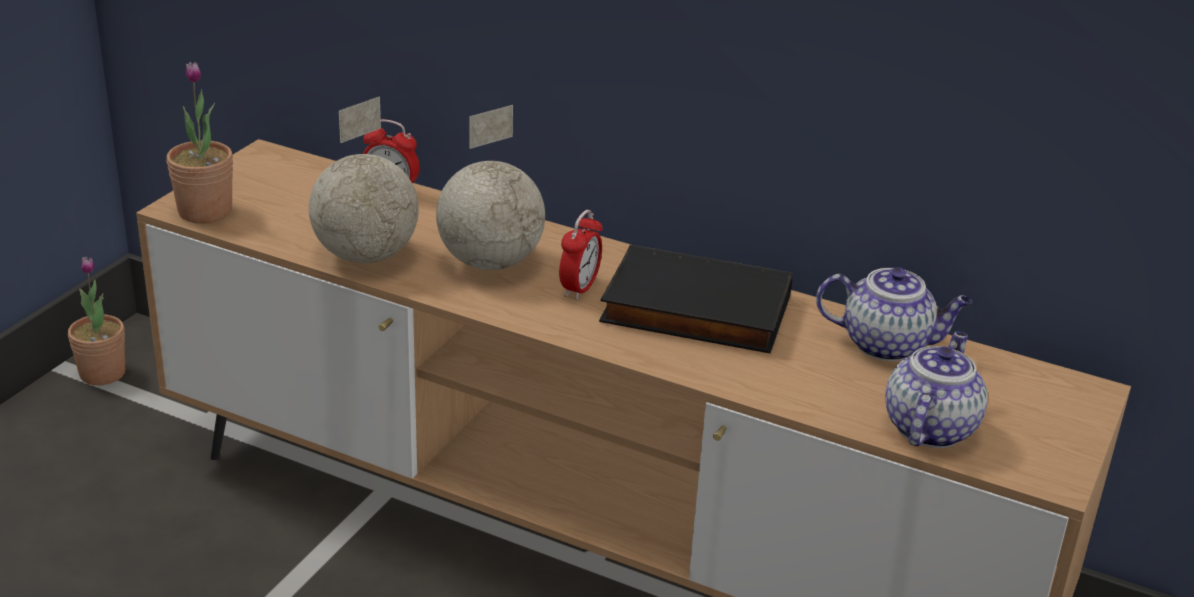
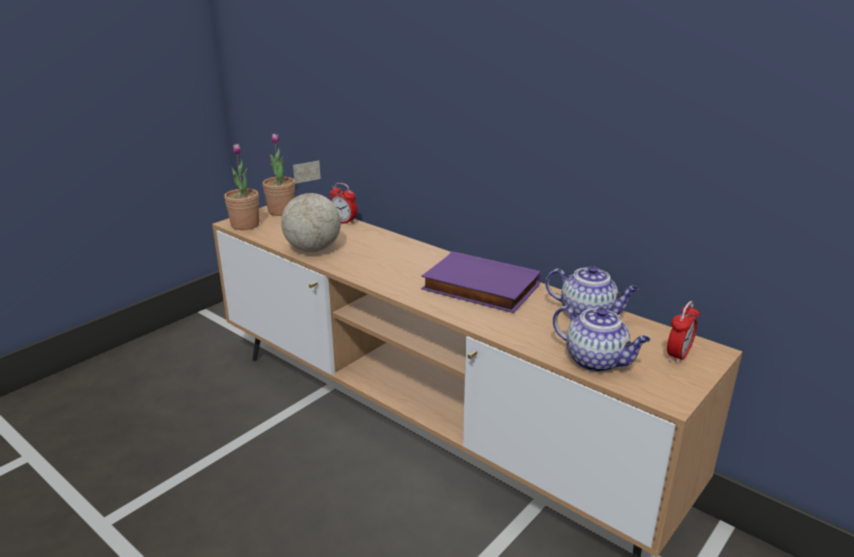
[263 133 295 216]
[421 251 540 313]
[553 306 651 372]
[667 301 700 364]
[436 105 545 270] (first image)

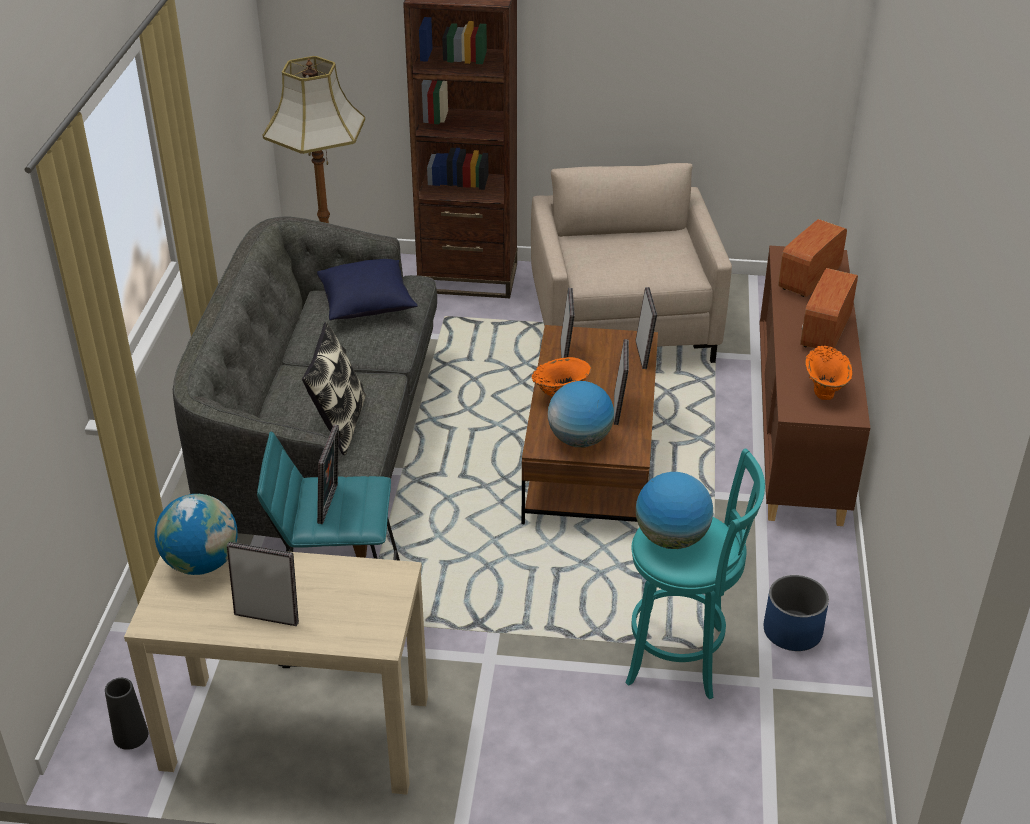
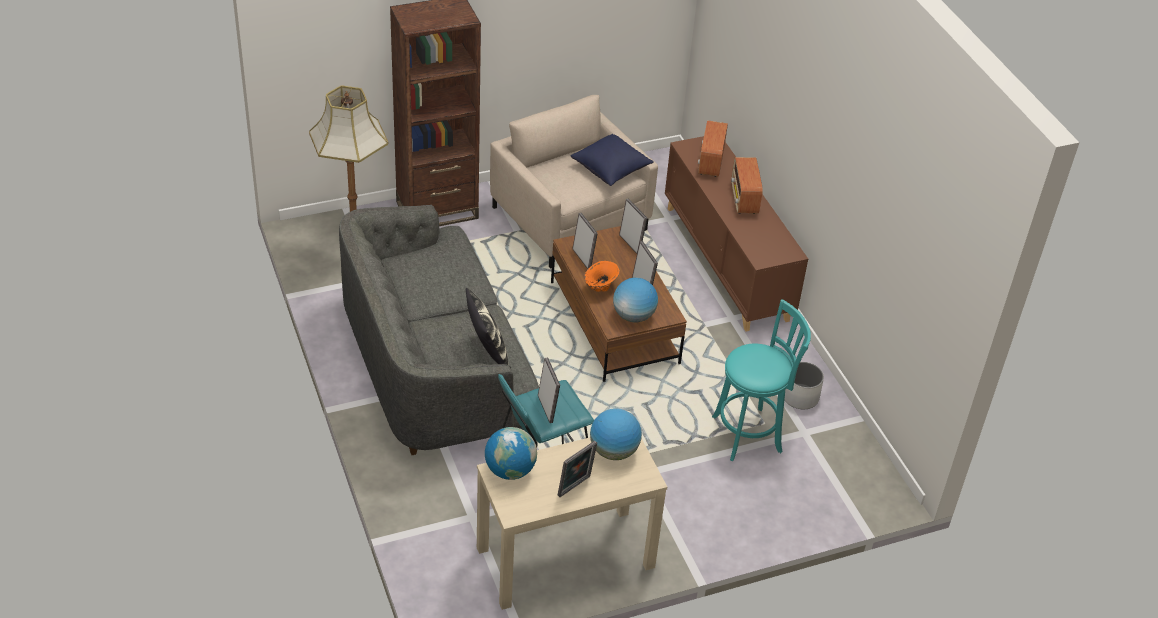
[558 441 597 497]
[571 134 654 186]
[590 408 642 460]
[784 362 824 409]
[105 678 148 750] (first image)
[805 346 853 400] (first image)

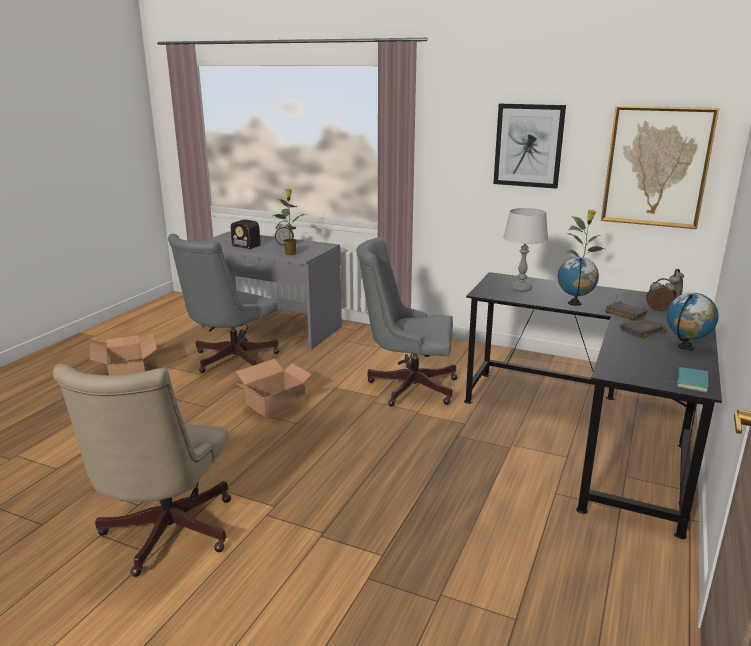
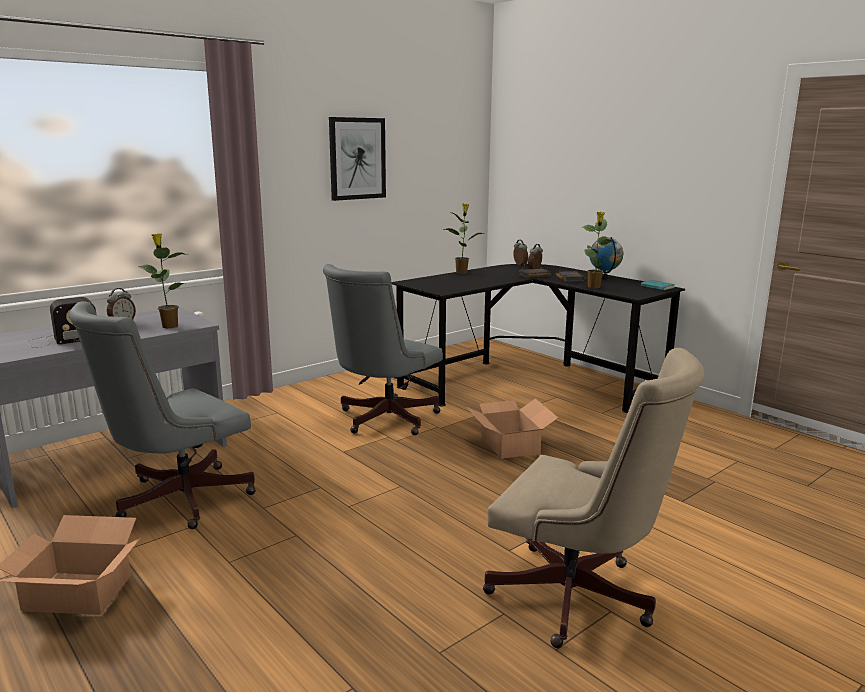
[69 301 256 529]
[466 399 558 459]
[583 212 613 288]
[503 208 548 292] (first image)
[558 257 599 306] (first image)
[601 106 719 229] (first image)

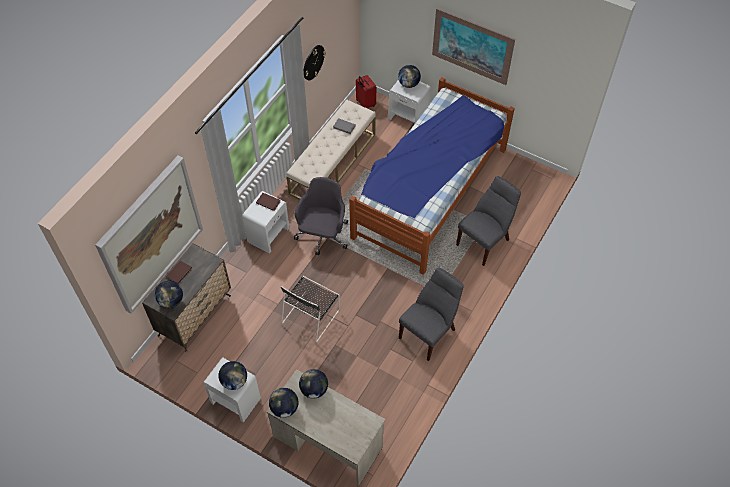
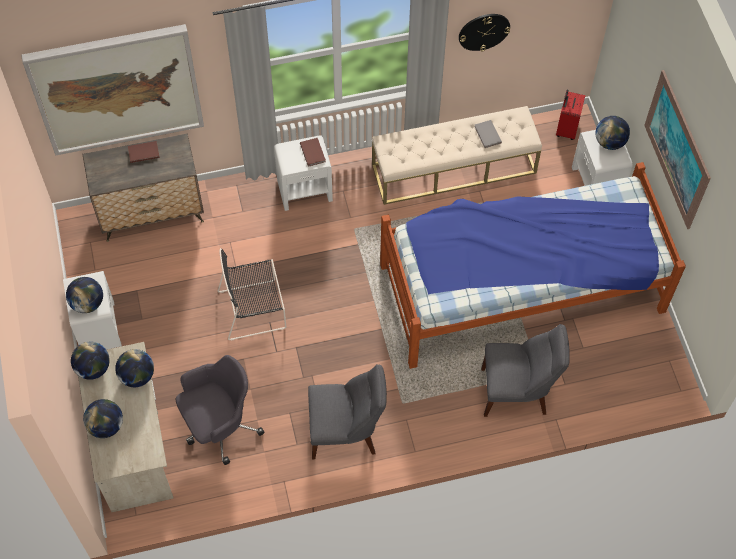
[83 399 123 438]
[176 355 264 465]

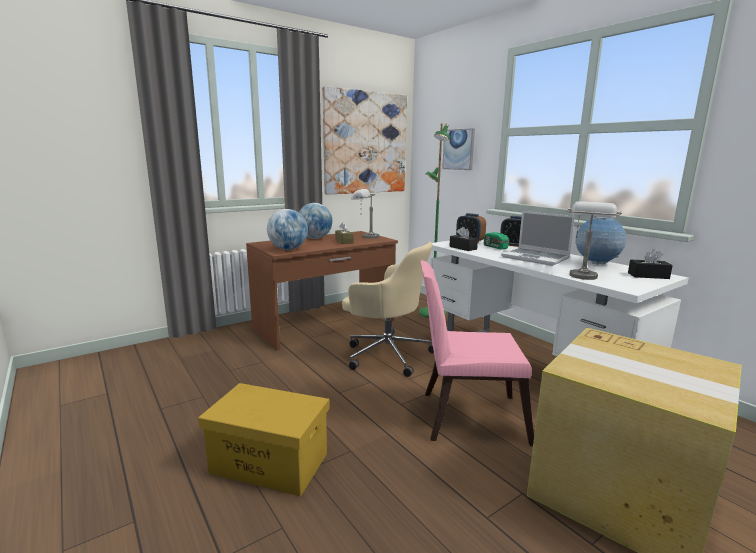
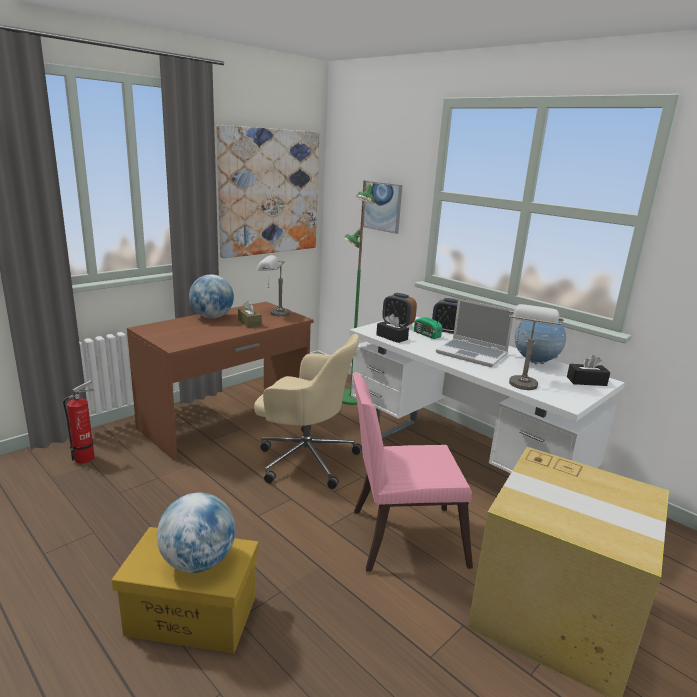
[63 380 95 464]
[157 493 235 573]

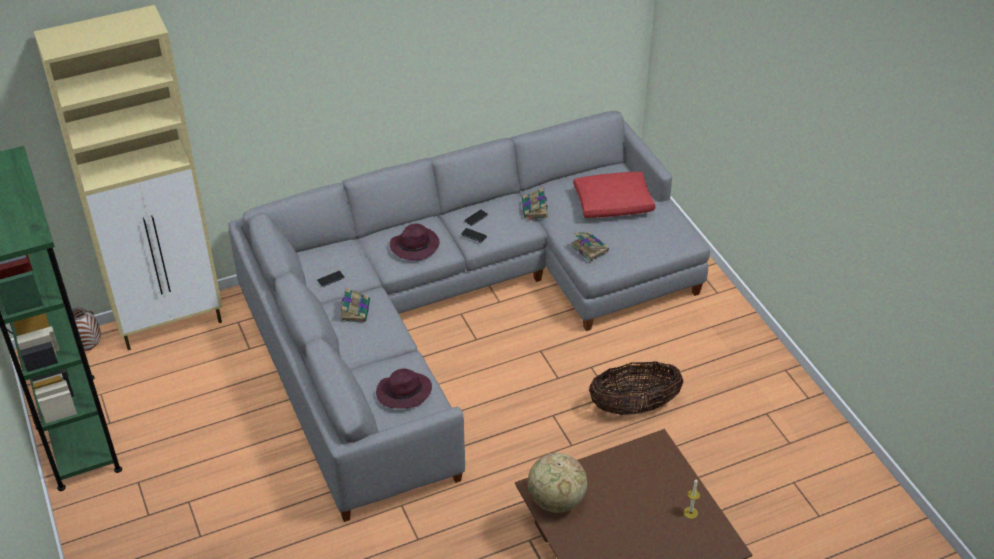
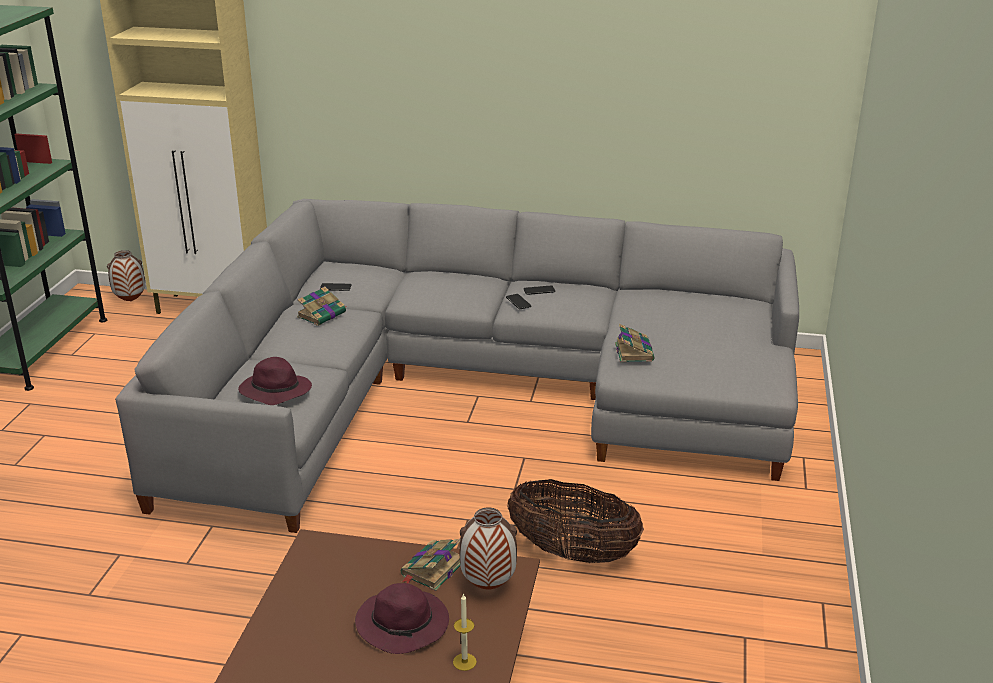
[355 583 449 654]
[401 539 461 591]
[460 508 517 590]
[527 453 587 513] (first image)
[573 172 655 218] (first image)

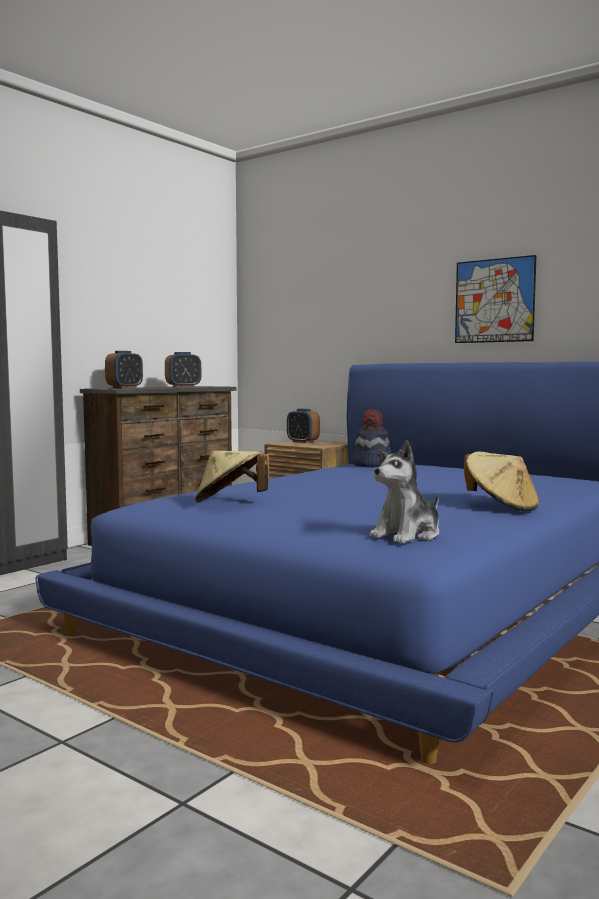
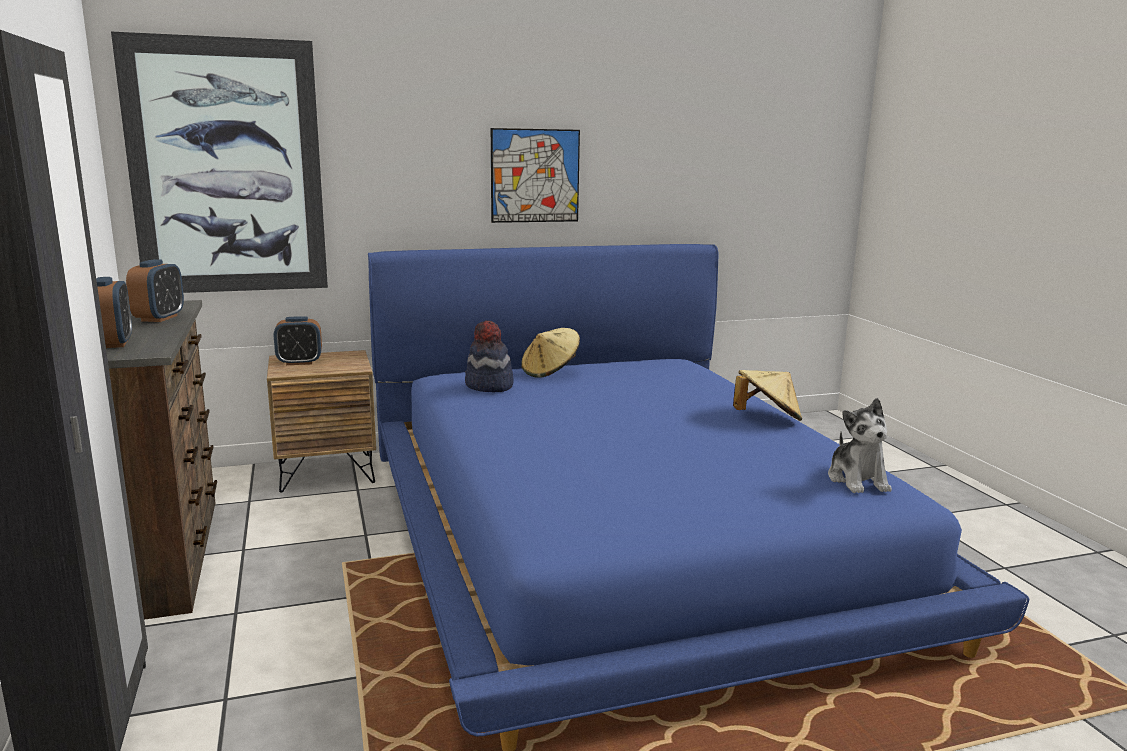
[111 32 328 293]
[521 328 580 378]

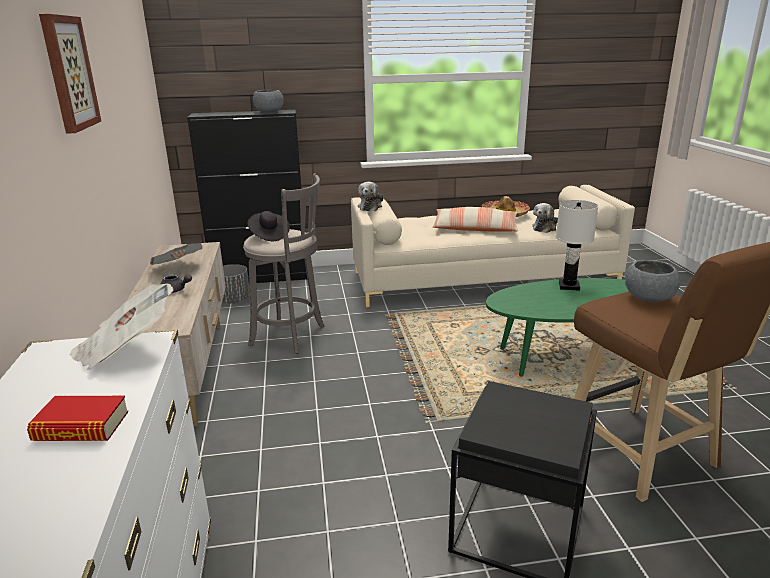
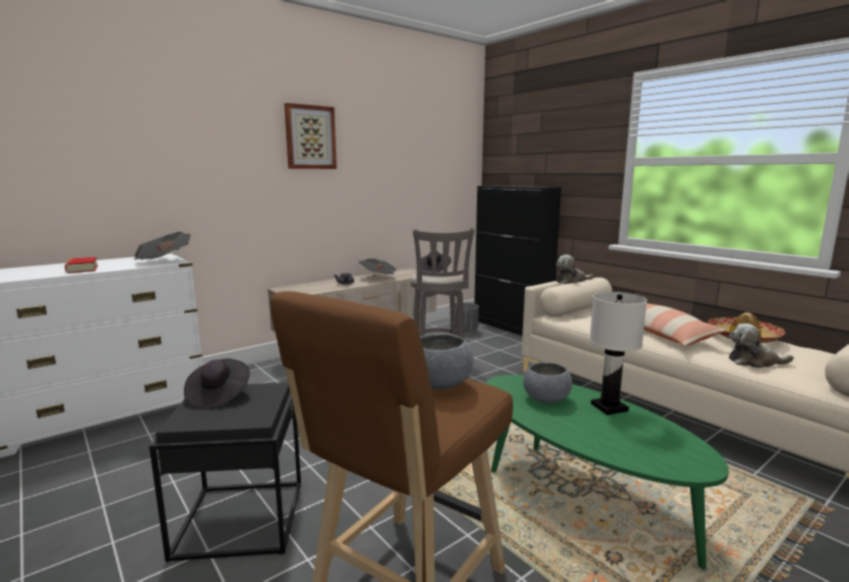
[184 359 250 410]
[523 362 573 403]

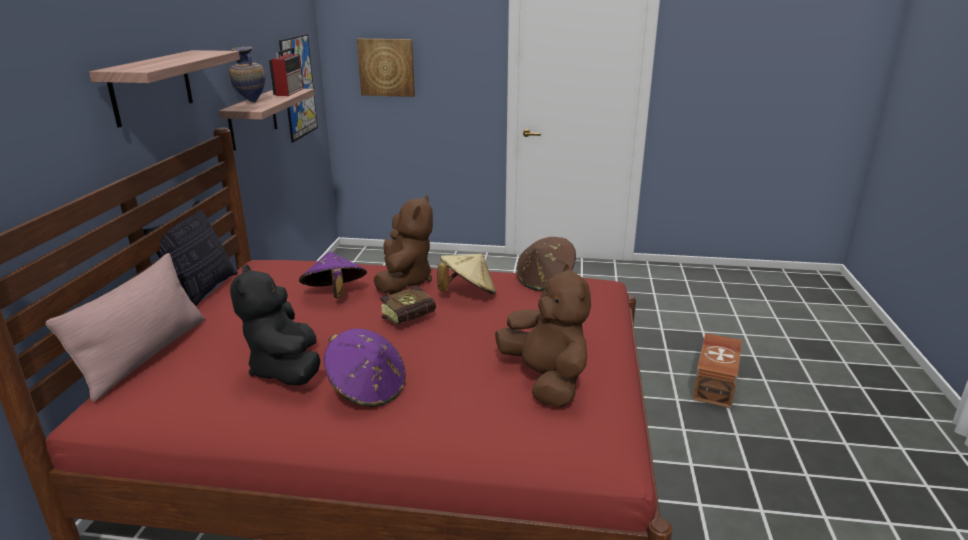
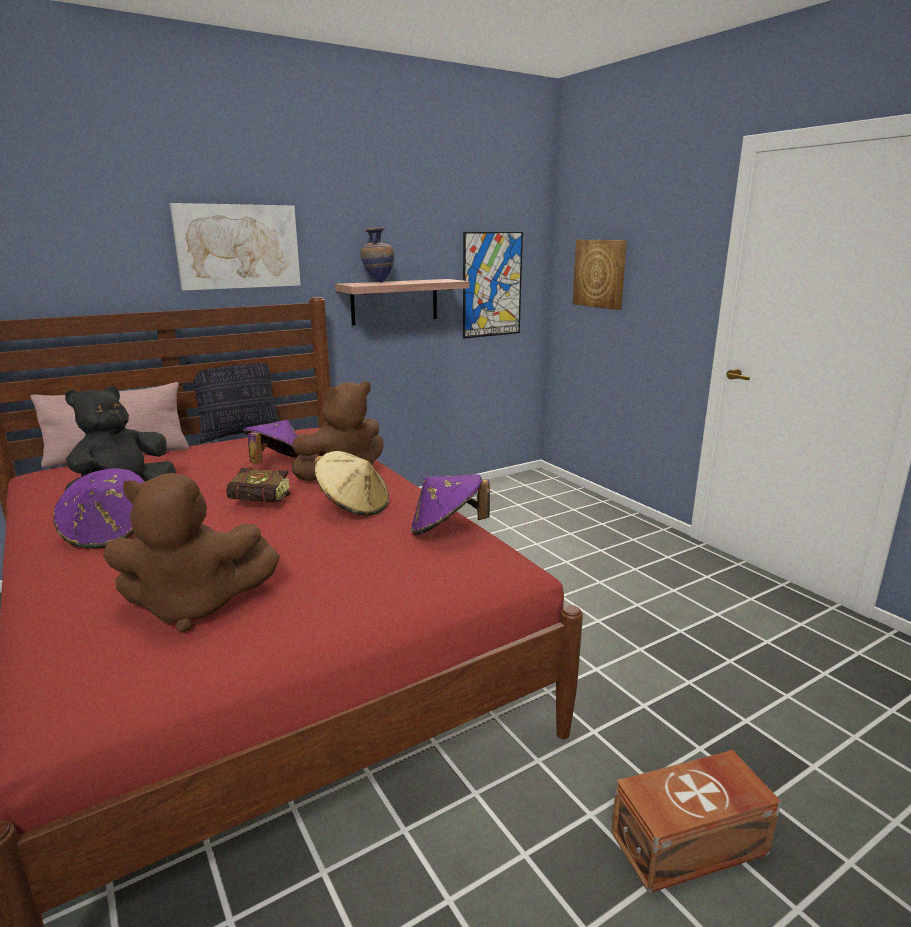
[103 473 280 632]
[170 203 301 291]
[411 474 490 535]
[269 47 304 96] (first image)

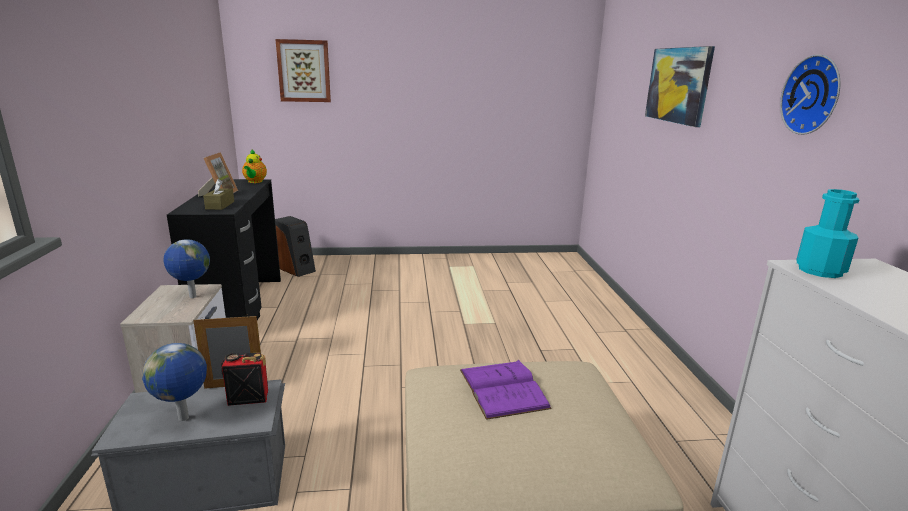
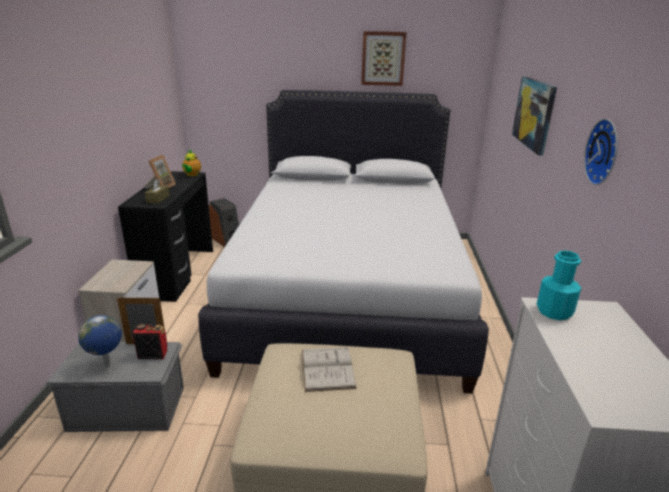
[198 90 489 394]
[302 347 357 392]
[361 31 407 86]
[163 239 210 298] (first image)

